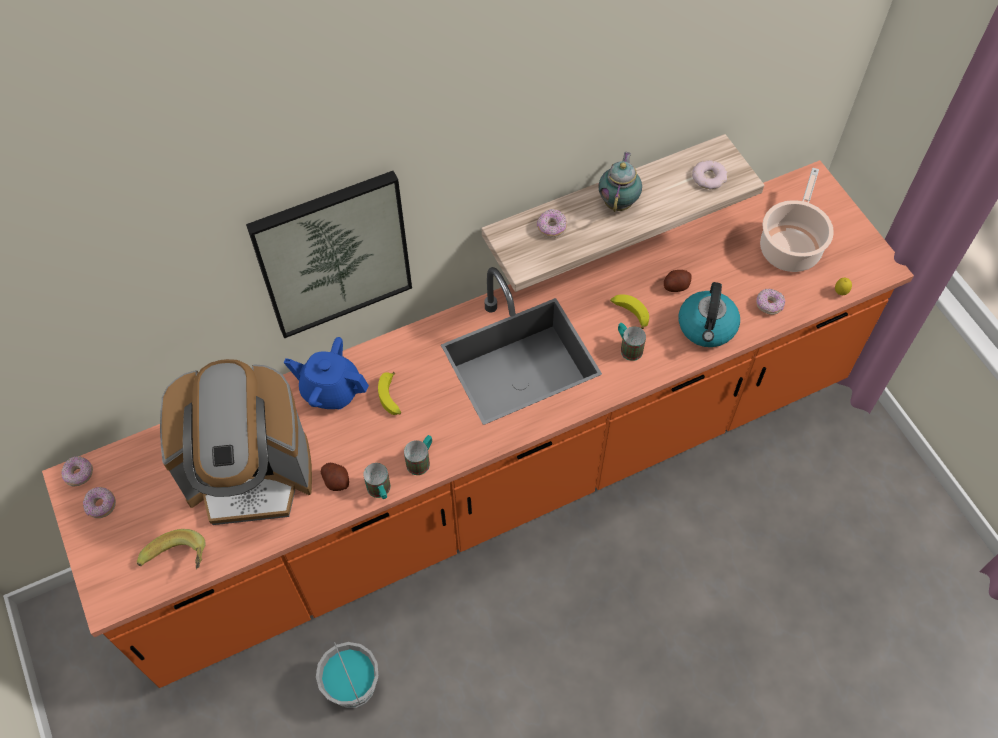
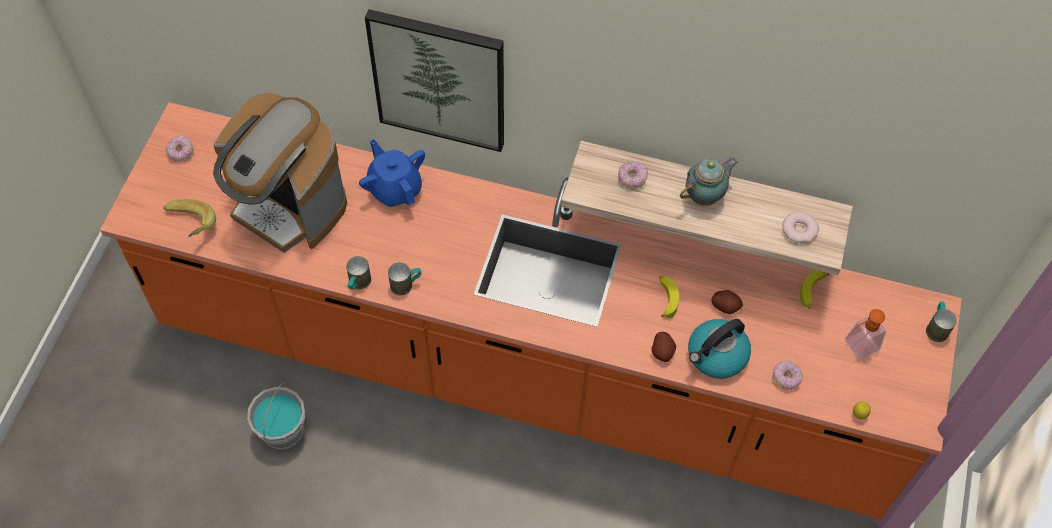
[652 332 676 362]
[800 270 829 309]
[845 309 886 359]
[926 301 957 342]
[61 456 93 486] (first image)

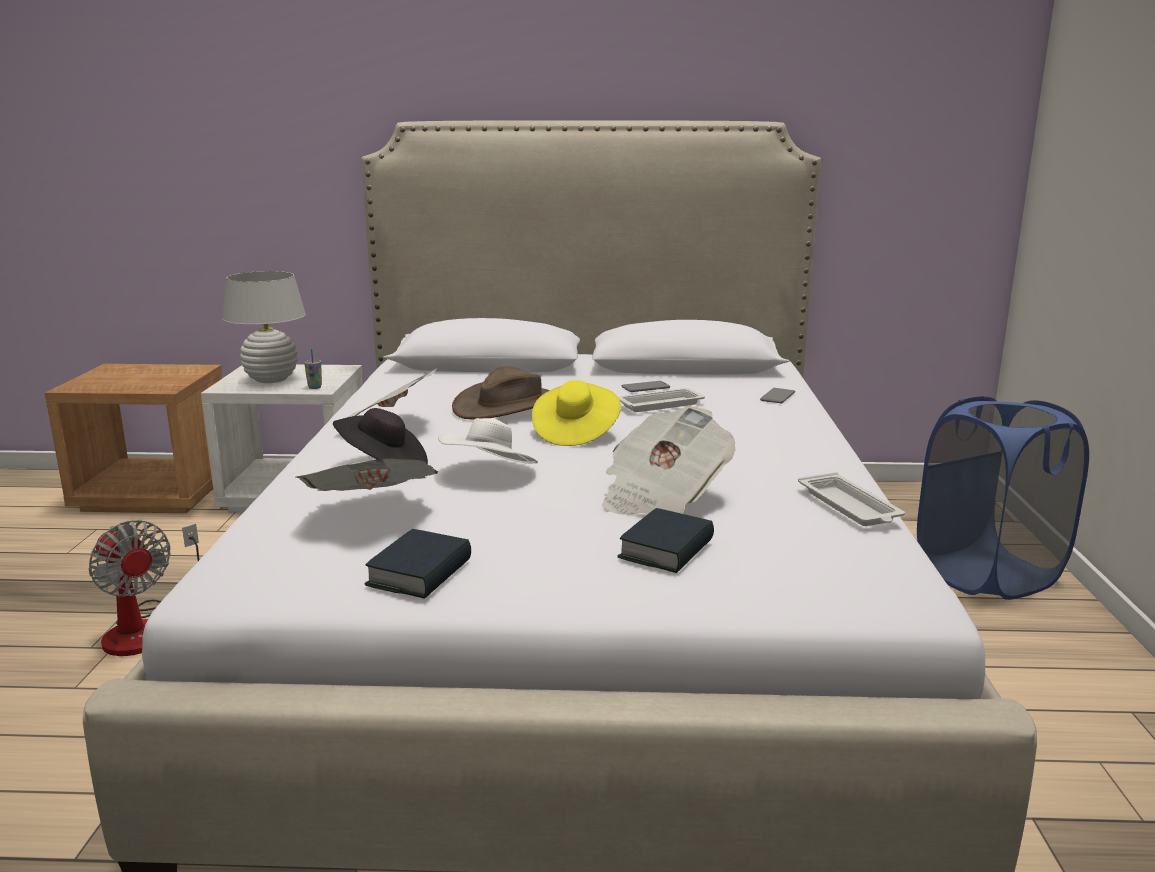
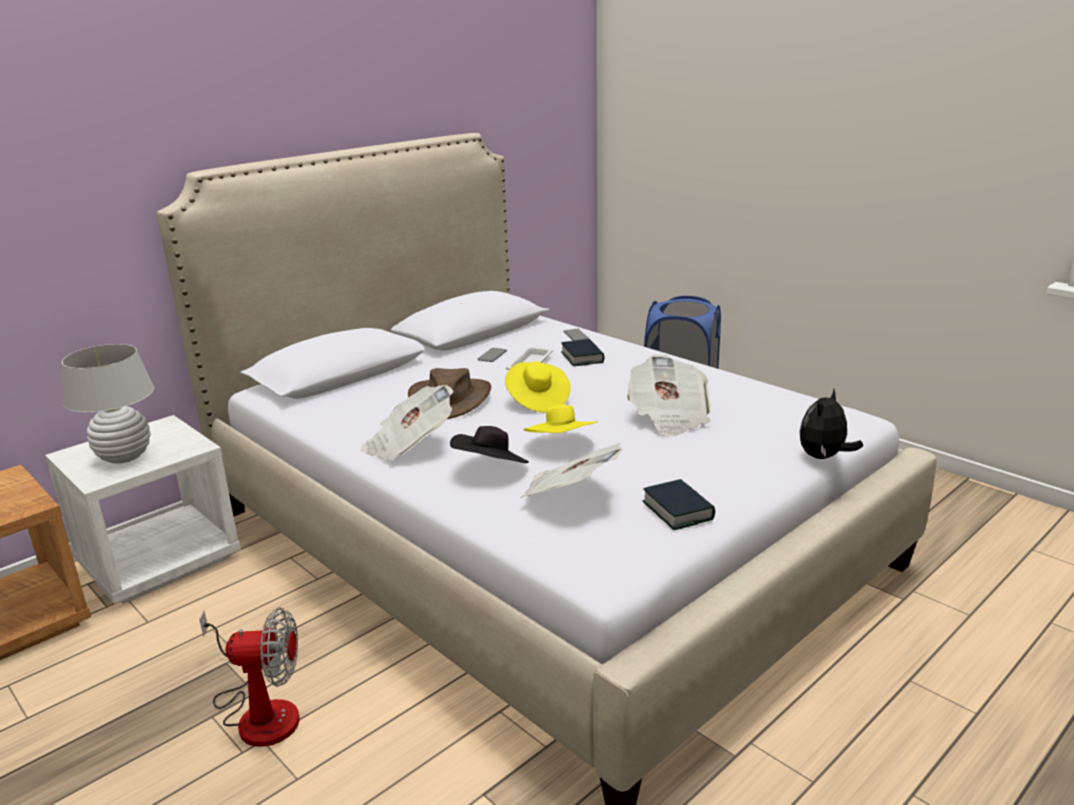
[523 404 598 433]
[561 339 604 366]
[800 389 863 459]
[304 349 322 389] (first image)
[798 472 905 526] (first image)

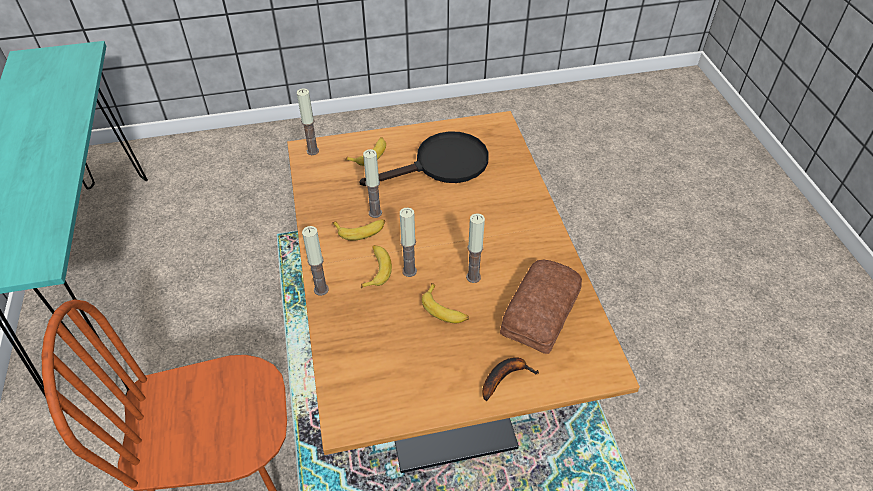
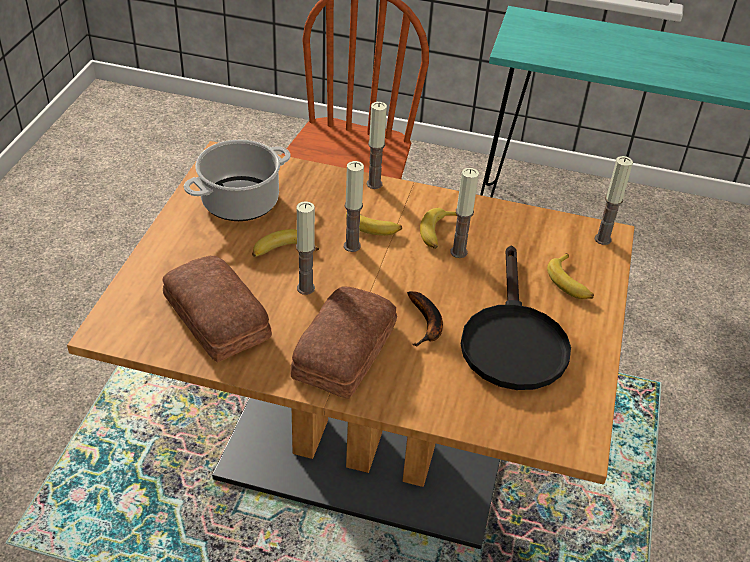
[184 140 291 221]
[291 286 397 399]
[407 291 443 346]

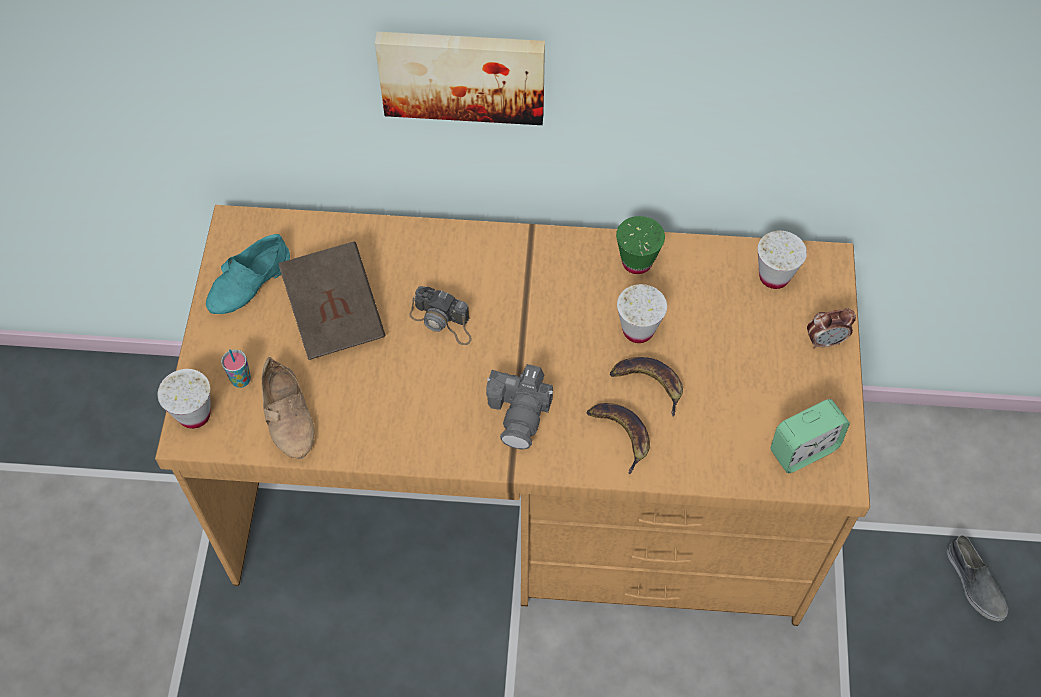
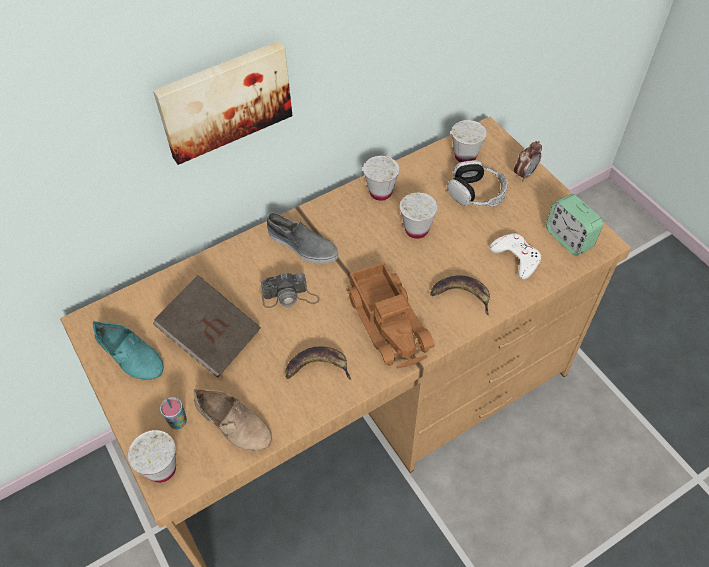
[93 321 164 380]
[267 213 338 264]
[286 347 351 380]
[346 262 435 369]
[363 156 400 201]
[447 160 508 207]
[489 233 541 279]
[546 194 603 256]

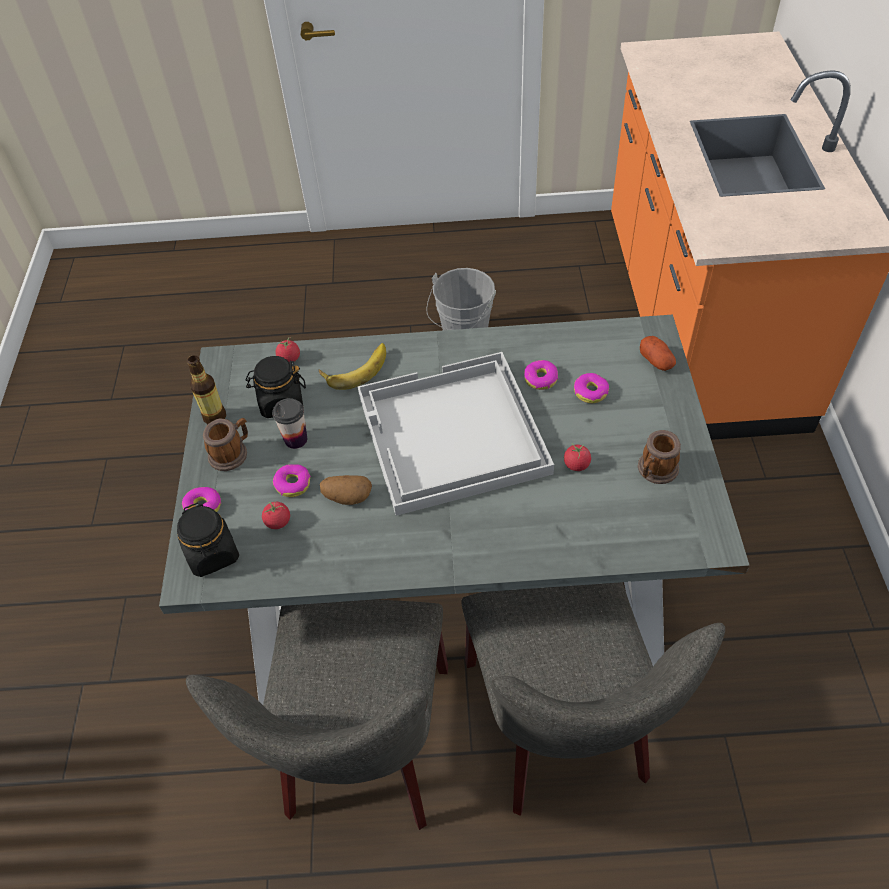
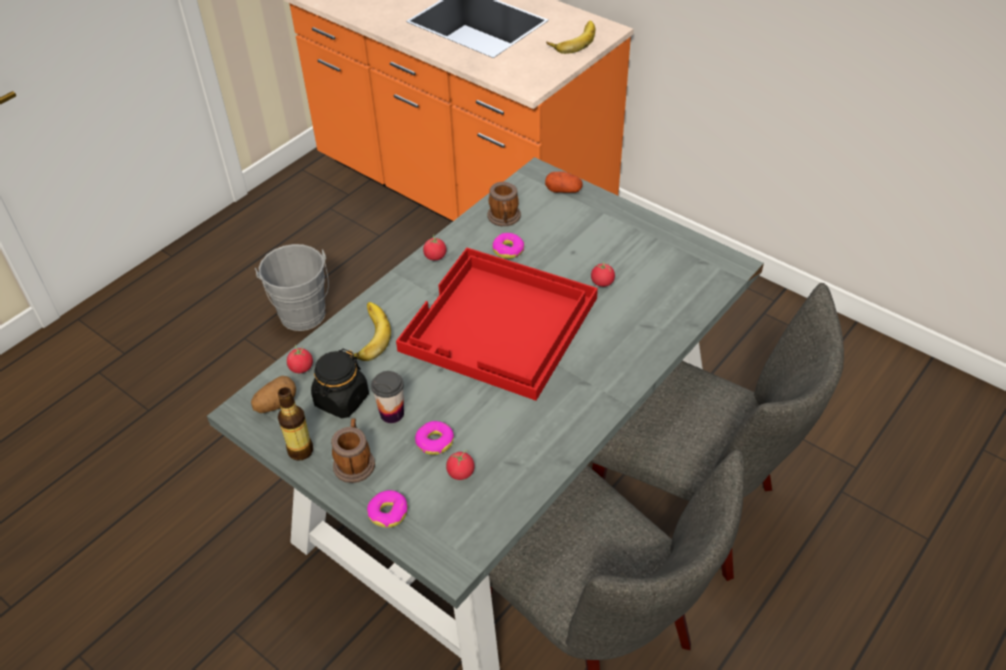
[251 376 296 413]
[396 248 598 401]
[423 234 446 260]
[488 182 521 226]
[546 20 595 54]
[177 503 239 577] (first image)
[574 373 609 403] (first image)

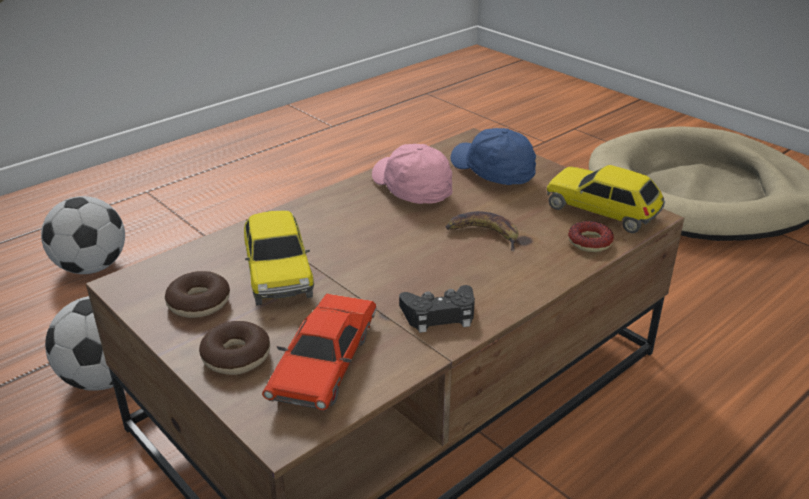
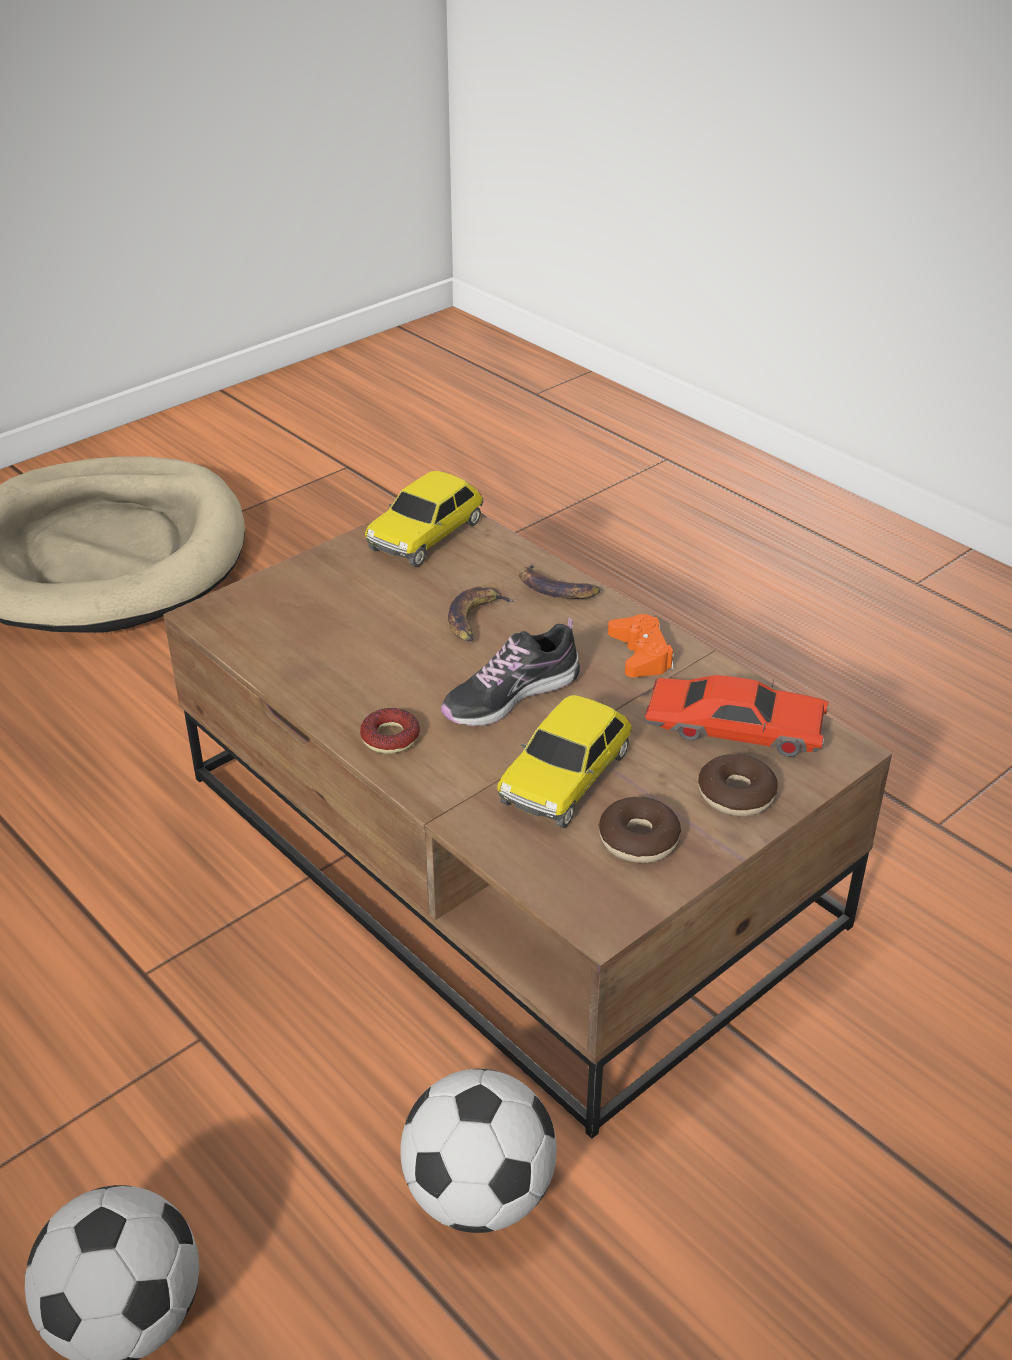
[360 708 420 754]
[441 618 580 726]
[497 695 632 828]
[519 563 600 599]
[608 614 674 677]
[372 144 453 204] (first image)
[451 128 536 185] (first image)

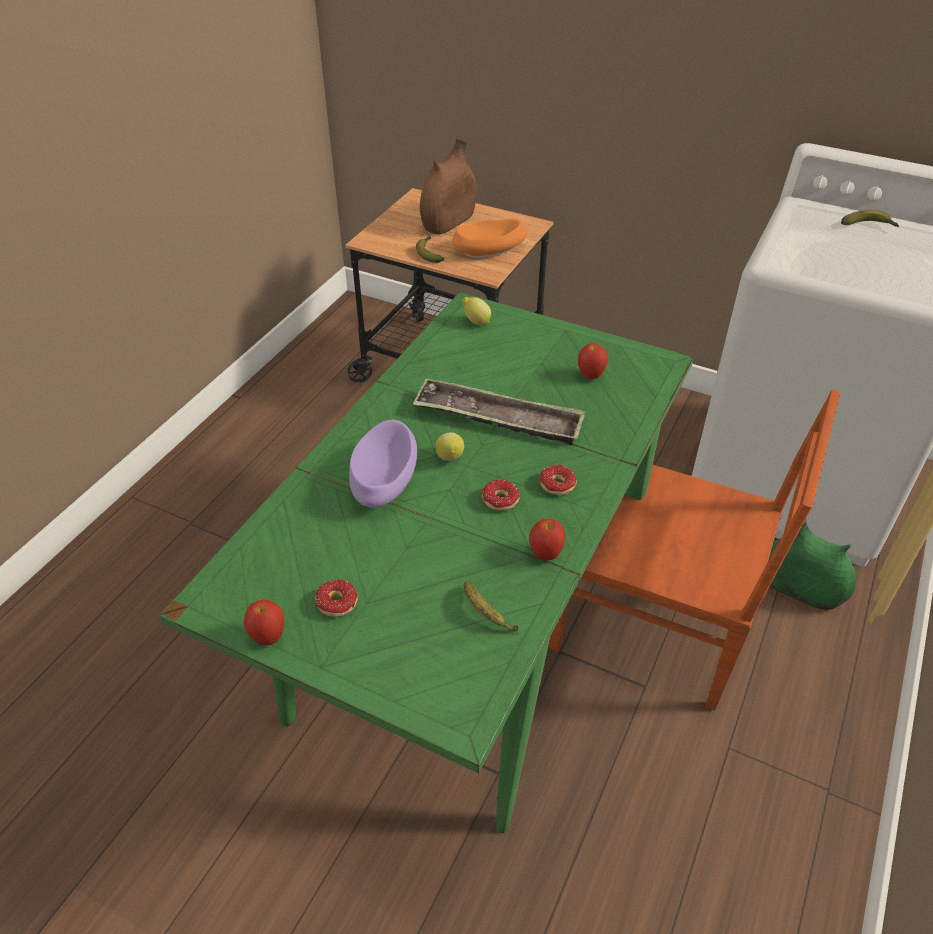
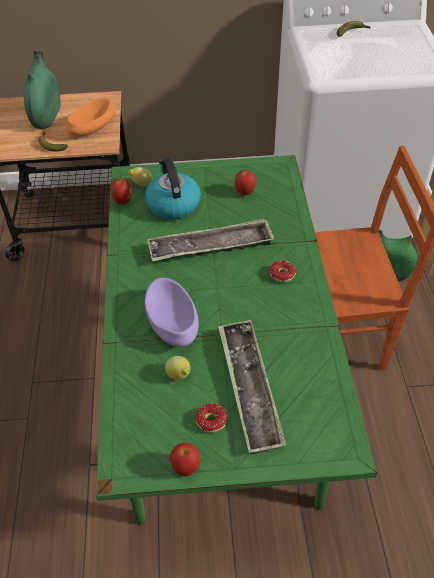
[23 50 61 129]
[110 179 132 205]
[145 158 201 220]
[165 356 190 380]
[218 319 287 454]
[464 581 518 632] (first image)
[482 480 520 510] (first image)

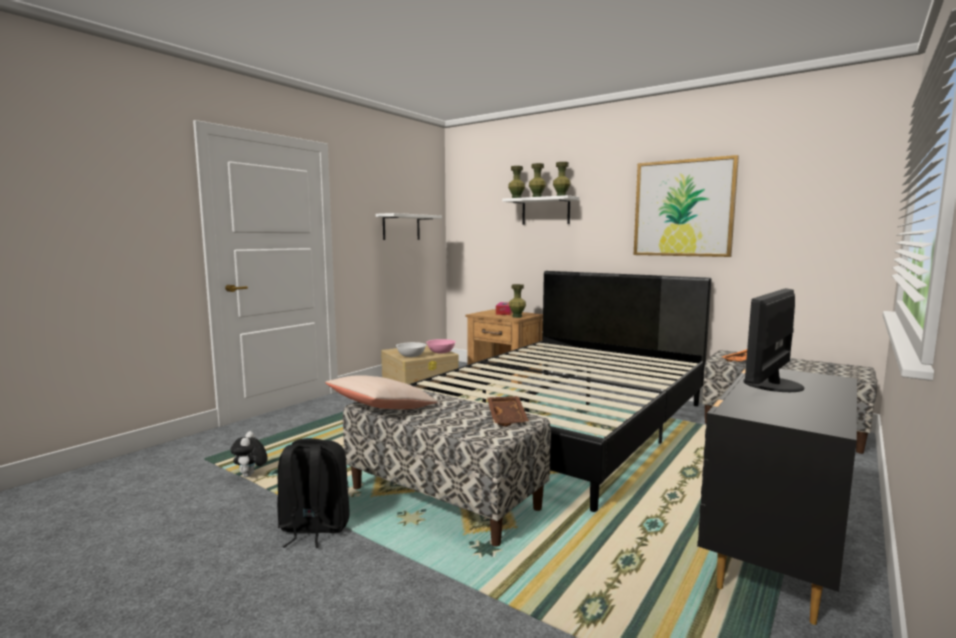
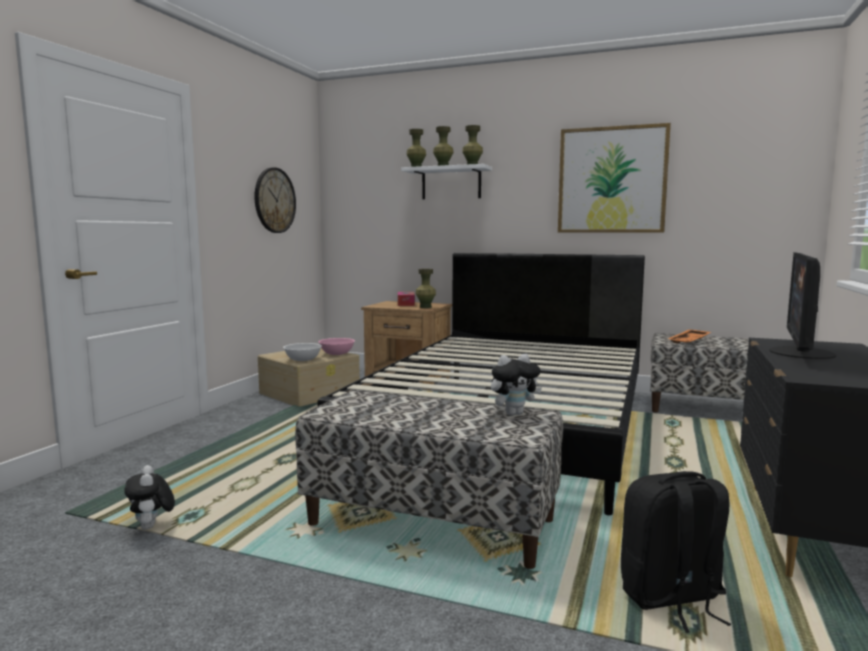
[254 168 296 233]
[491 354 542 415]
[621 471 731 633]
[325 375 438 409] (first image)

